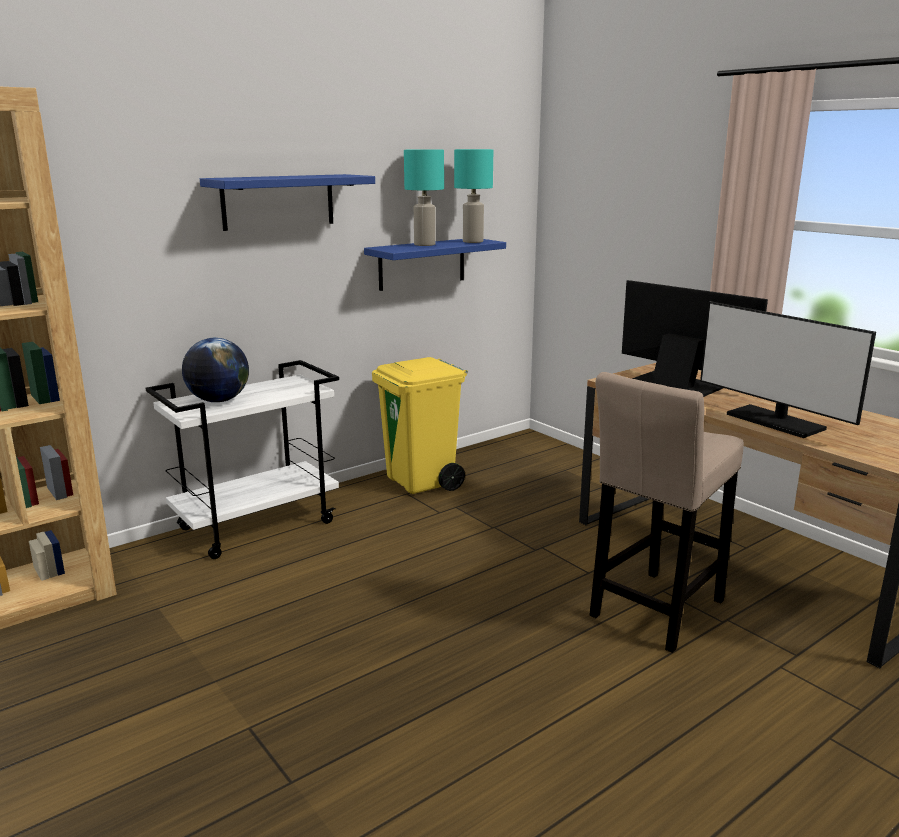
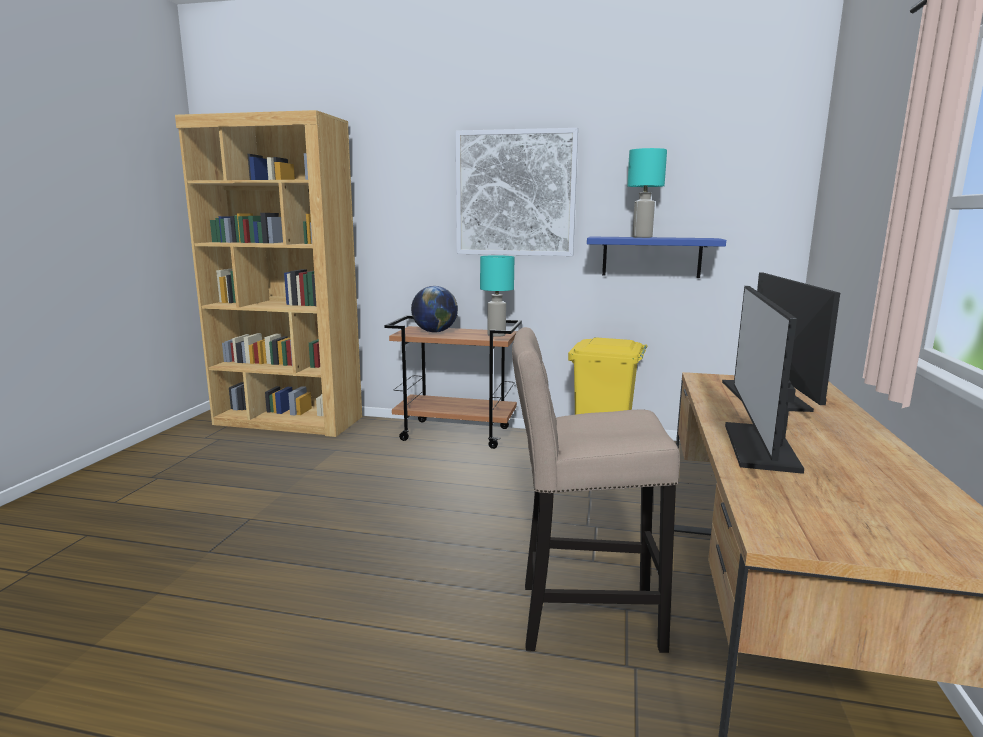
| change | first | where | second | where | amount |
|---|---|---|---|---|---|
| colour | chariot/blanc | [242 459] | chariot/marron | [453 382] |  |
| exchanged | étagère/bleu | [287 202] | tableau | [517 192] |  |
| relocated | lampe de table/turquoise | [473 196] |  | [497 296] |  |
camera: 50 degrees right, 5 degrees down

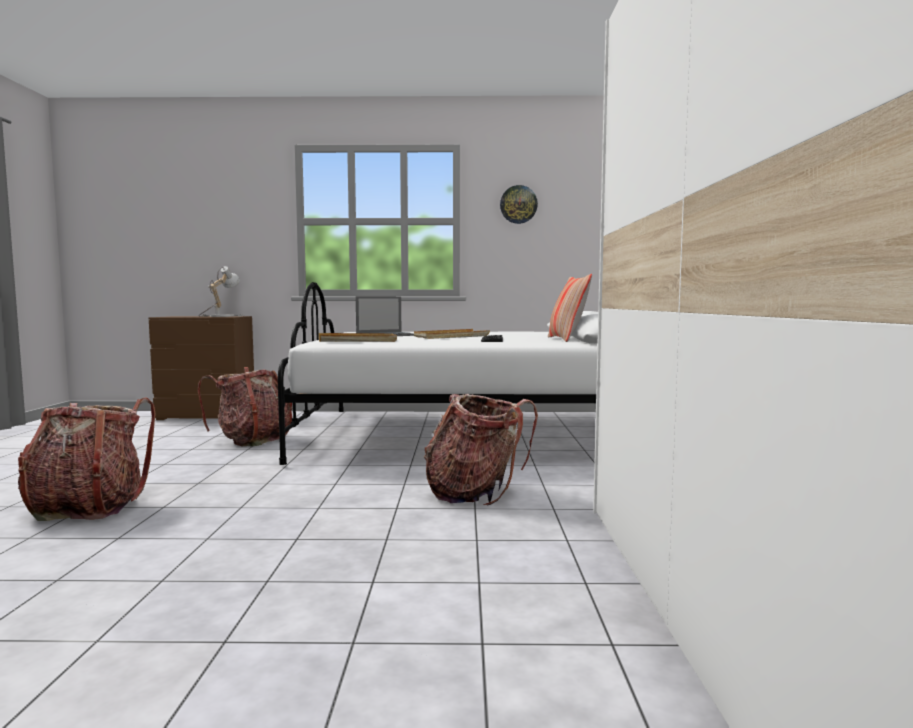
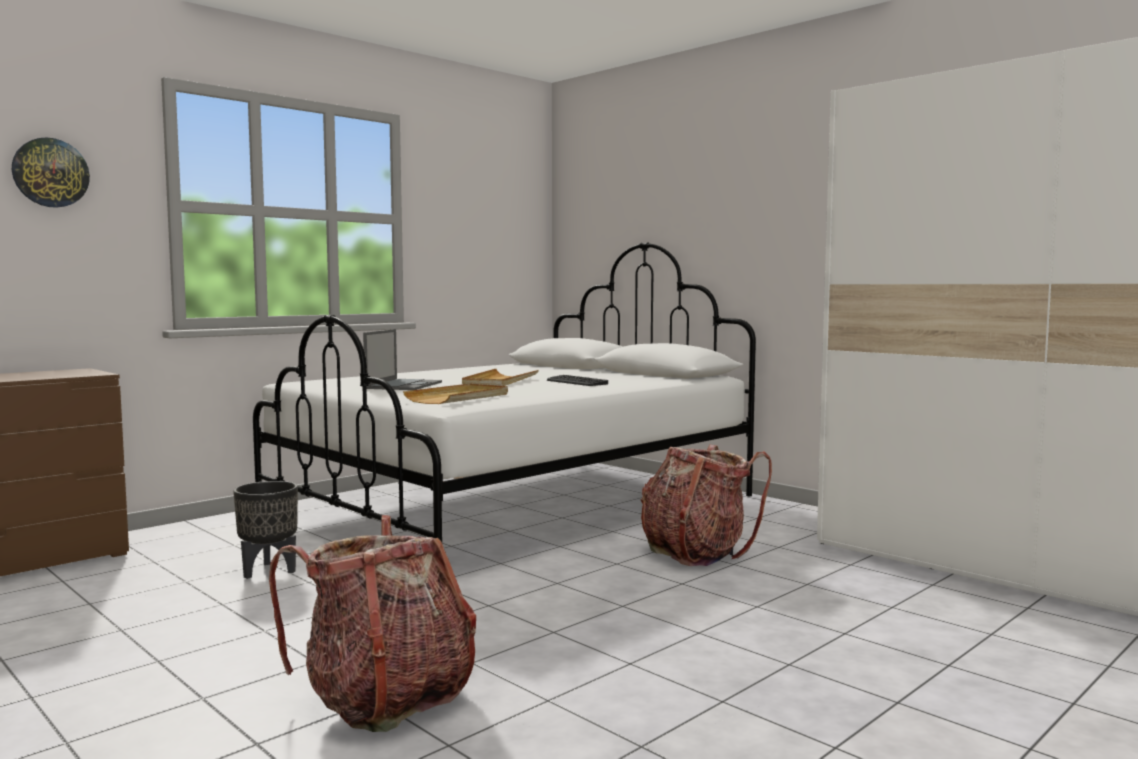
| change | first | where | second | where | amount |
|---|---|---|---|---|---|
| exchanged | sac à dos | [245 406] | cache-pot/noir | [265 530] |  |
| missing | lampe de table | [222 291] |  |  |  |
| relocated | horloge murale | [519 204] |  | [51 172] |  |
| missing | coussin | [570 308] |  |  |  |
camera: 45 degrees left, 0 degrees up

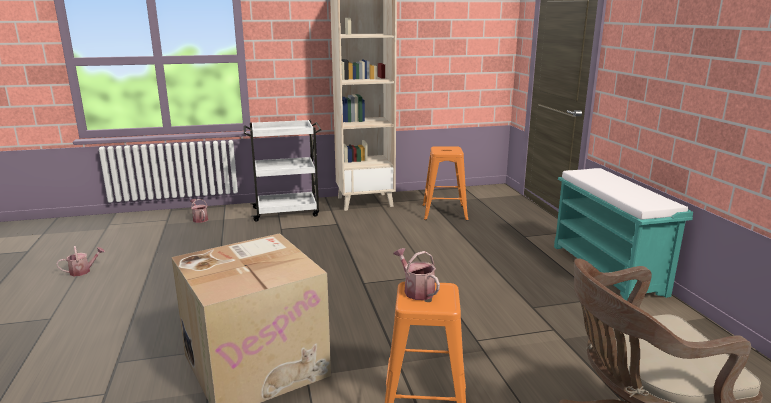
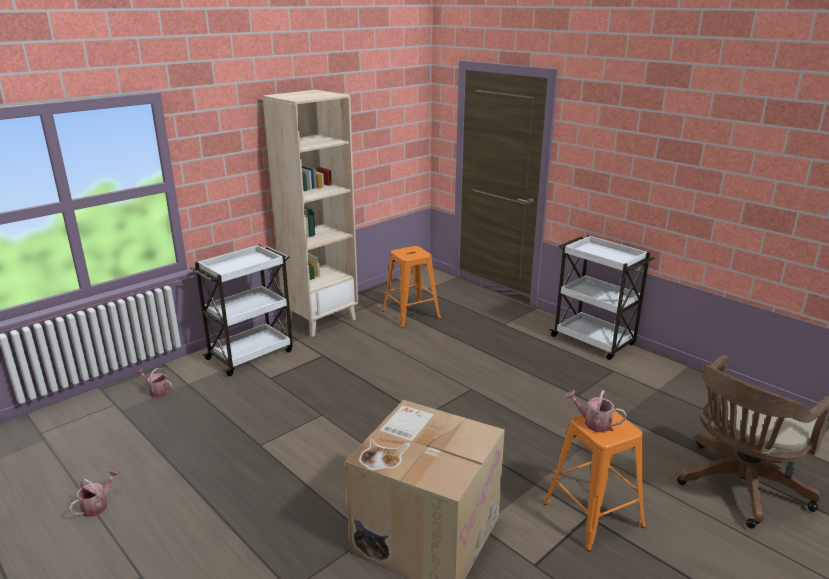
| change | first | where | second | where | amount |
|---|---|---|---|---|---|
| exchanged | banc/turquoise | [623 234] | chariot/blanc | [602 297] |  |
camera: 30 degrees left, 5 degrees up

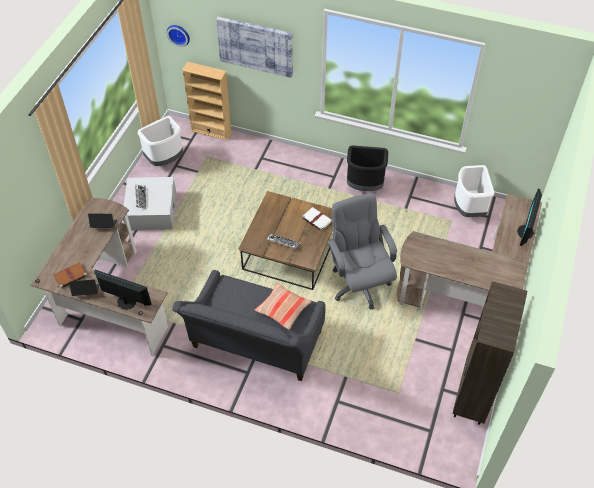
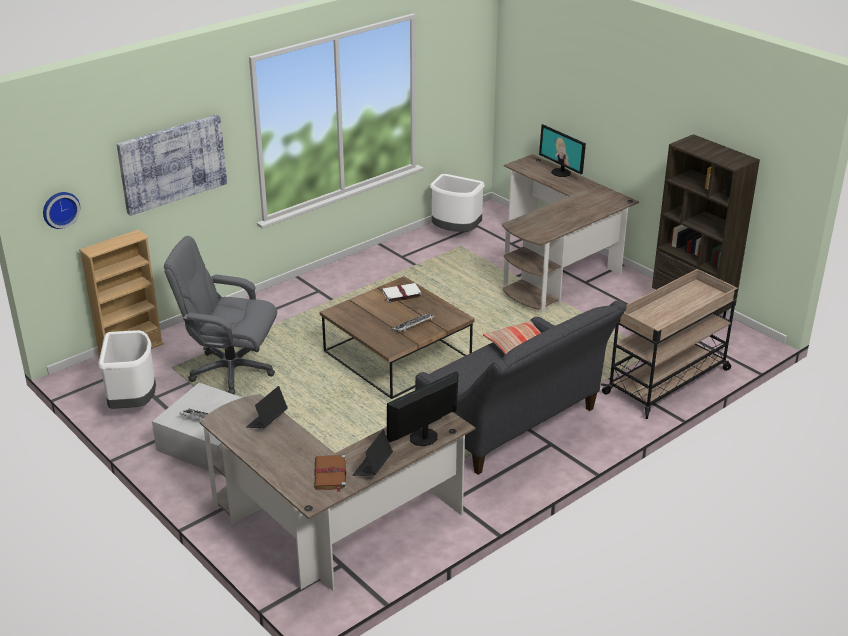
| change | first | where | second | where | amount |
|---|---|---|---|---|---|
| relocated | chaise de bureau/gris | [362 251] |  | [220 315] |  |
| missing | poubelle/noir | [367 168] |  |  |  |
| appeared |  |  | chariot/beige | [669 344] |  |
camera: 60 degrees left, 20 degrees down

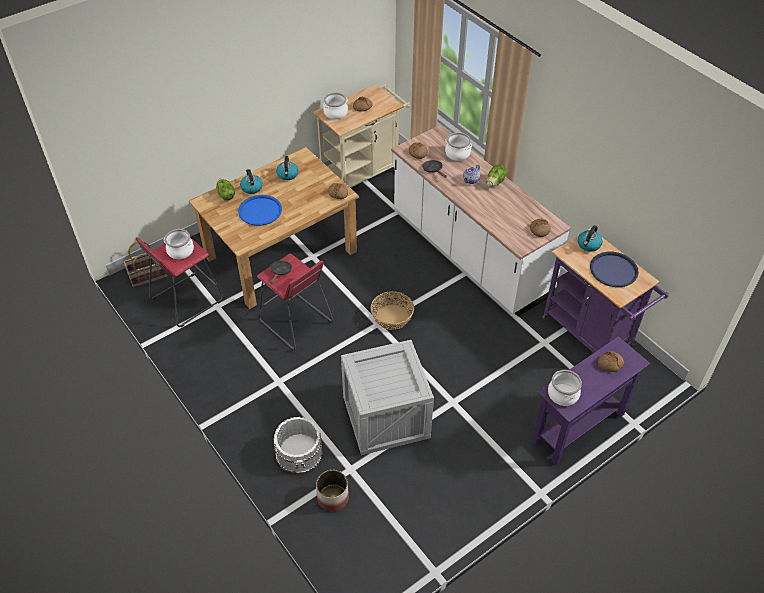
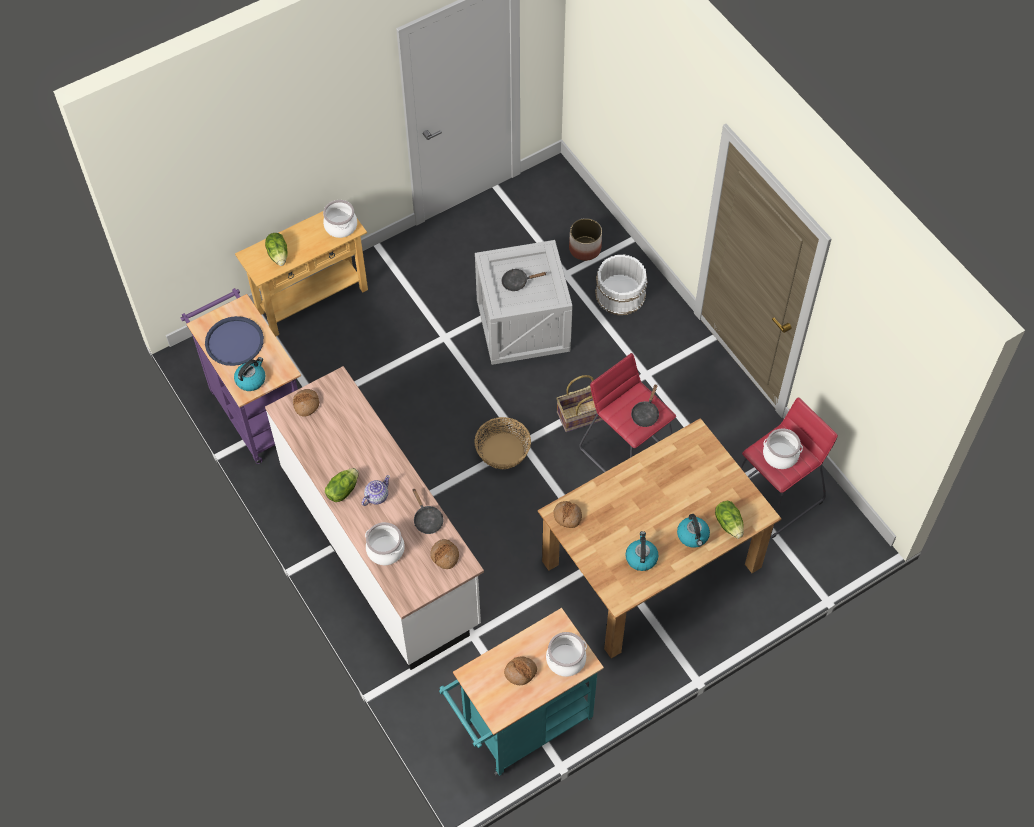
| change | first | where | second | where | amount |
|---|---|---|---|---|---|
| relocated | panier | [146 264] |  | [579 403] |  |
| missing | plateau/bleu | [260 210] |  |  |  |
| colour | chariot/beige | [362 136] | chariot/turquoise | [521 691] |  |
| colour | table console/violet | [591 400] | table console/beige | [301 273] |  |
| exchanged | pain | [611 361] | laitue | [276 249] |  |
| appeared |  |  | poêle/noir | [523 280] |  |
camera: 175 degrees left, 10 degrees up

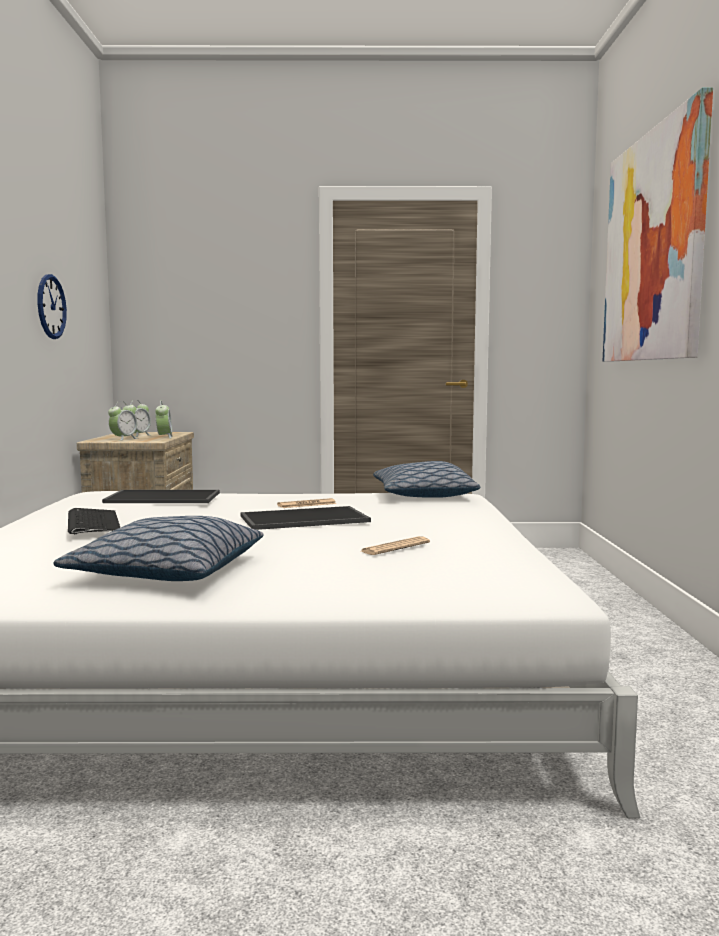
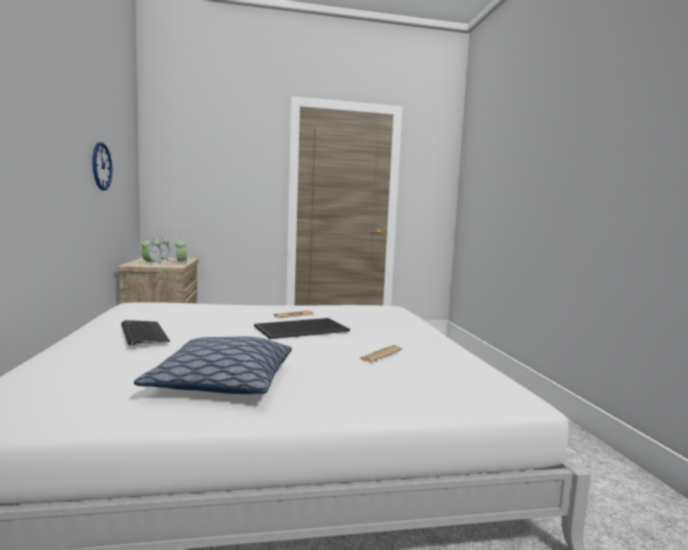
| change | first | where | second | where | amount |
|---|---|---|---|---|---|
| missing | plateau | [161 496] |  |  |  |
| missing | coussin | [426 479] |  |  |  |
| missing | tableau | [658 224] |  |  |  |
camera: 10 degrees left, 0 degrees up

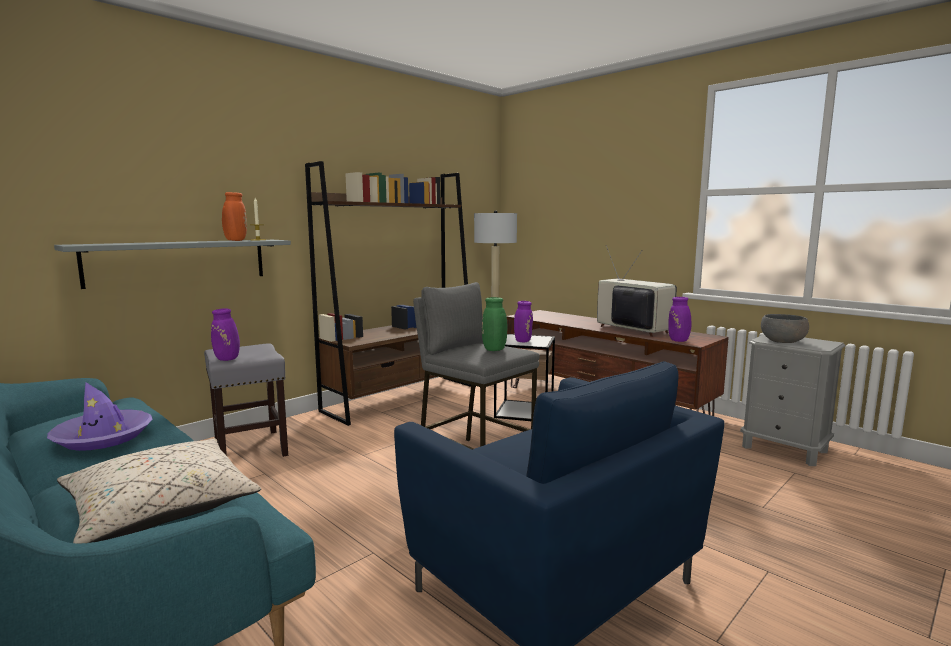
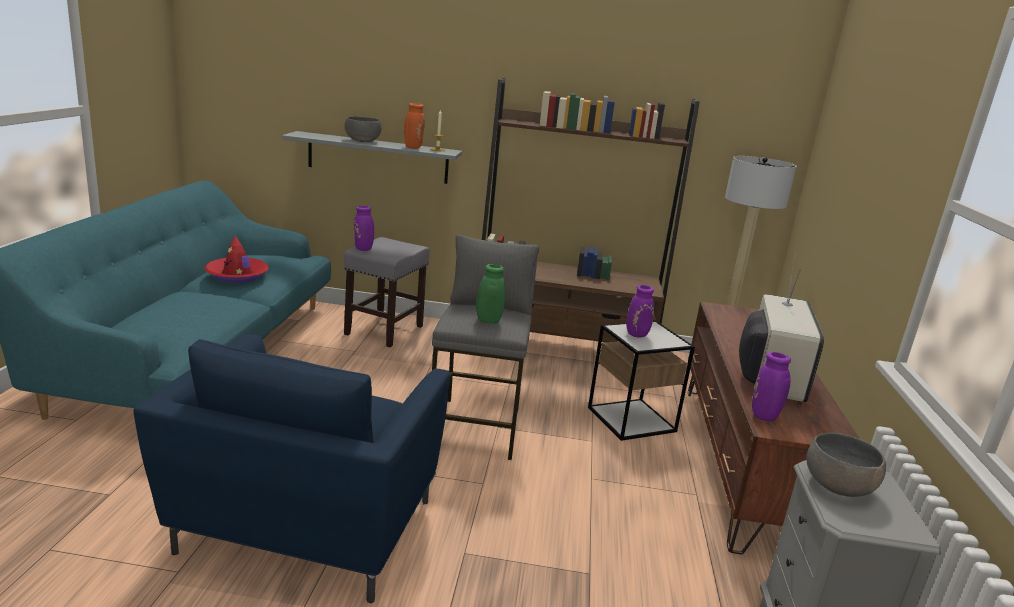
| change | first | where | second | where | amount |
|---|---|---|---|---|---|
| colour | chapeau/violet | [99 416] | chapeau/rouge | [237 259] |  |
| missing | coussin/beige | [159 491] |  |  |  |
| appeared |  |  | bol/gris | [363 129] |  |
camera: 50 degrees right, 10 degrees up

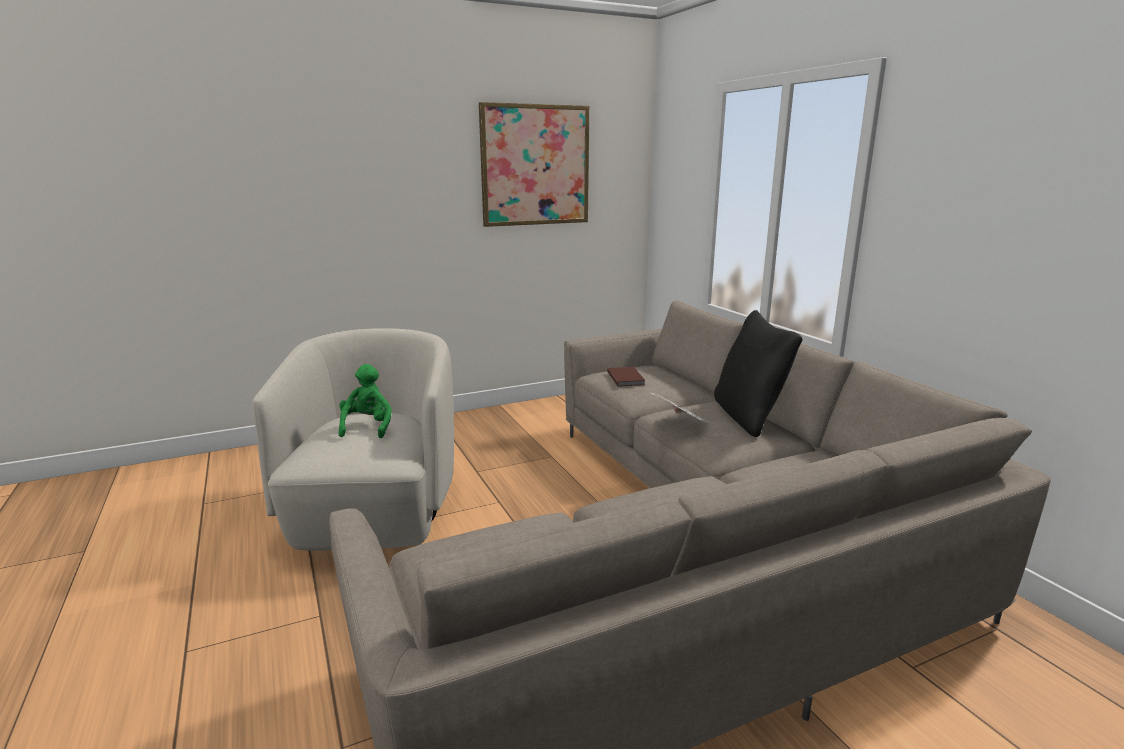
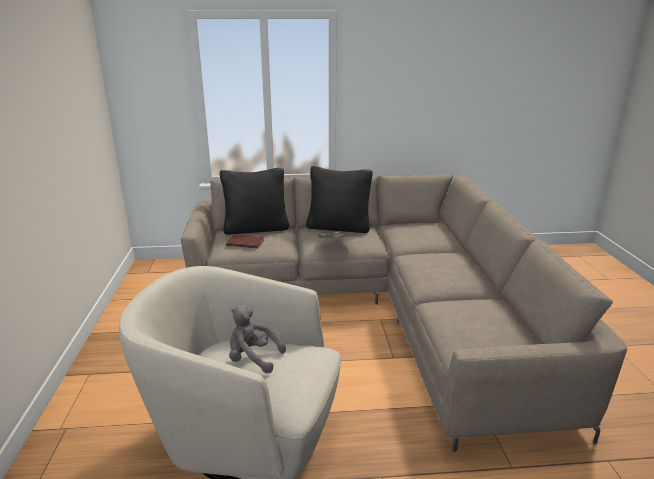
| change | first | where | second | where | amount |
|---|---|---|---|---|---|
| colour | peluche/vert | [365 401] | peluche/gris | [257 339] |  |
| missing | tableau | [534 164] |  |  |  |
| appeared |  |  | coussin/noir | [254 201] |  |
camera: 70 degrees left, 5 degrees up

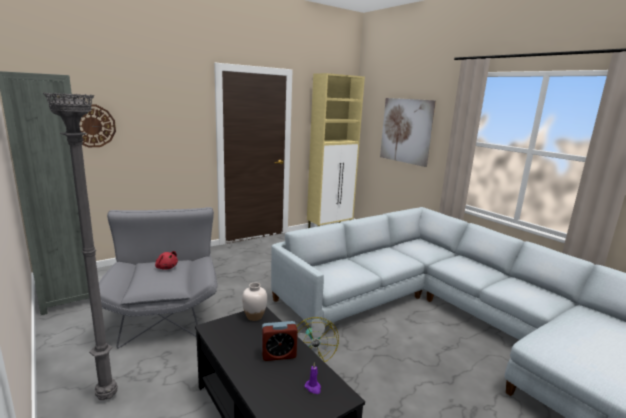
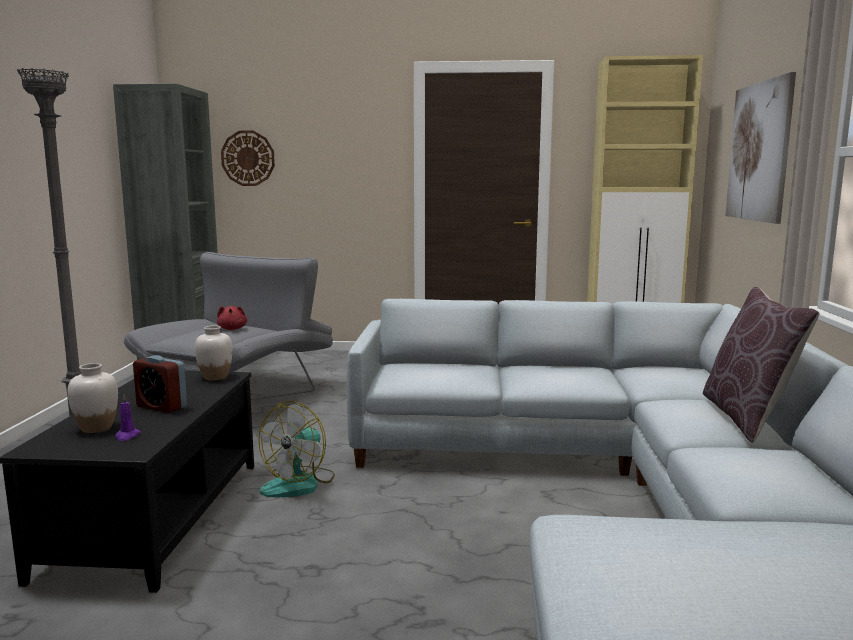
| change | first | where | second | where | amount |
|---|---|---|---|---|---|
| appeared |  |  | vase/blanc | [92 398] |  |
| appeared |  |  | coussin/marron | [761 365] |  |
camera: 40 degrees right, 5 degrees down

